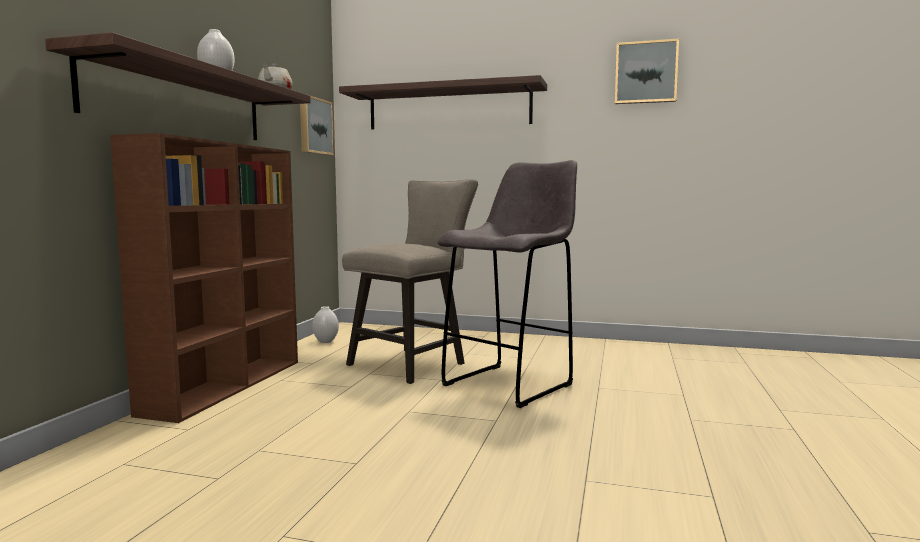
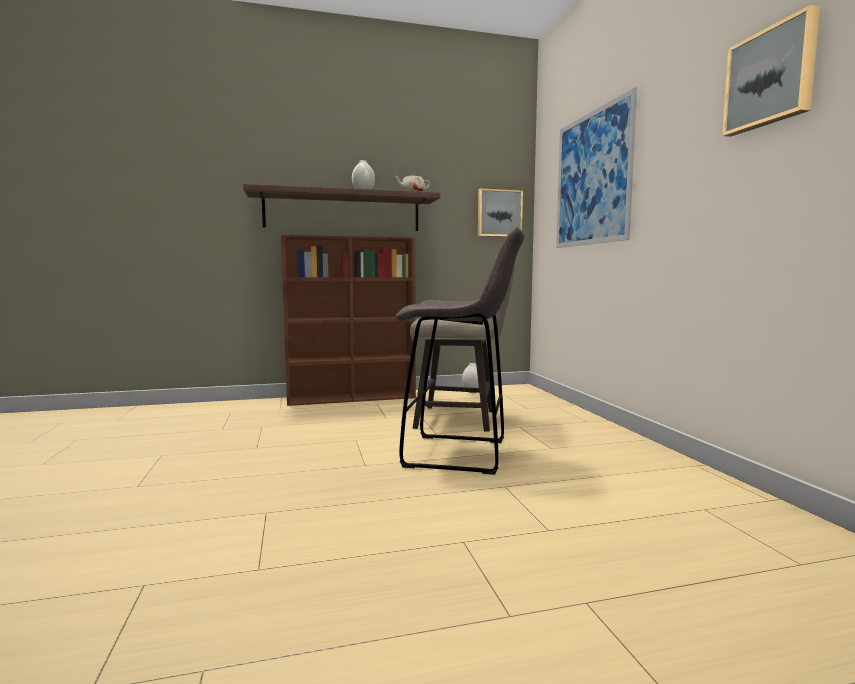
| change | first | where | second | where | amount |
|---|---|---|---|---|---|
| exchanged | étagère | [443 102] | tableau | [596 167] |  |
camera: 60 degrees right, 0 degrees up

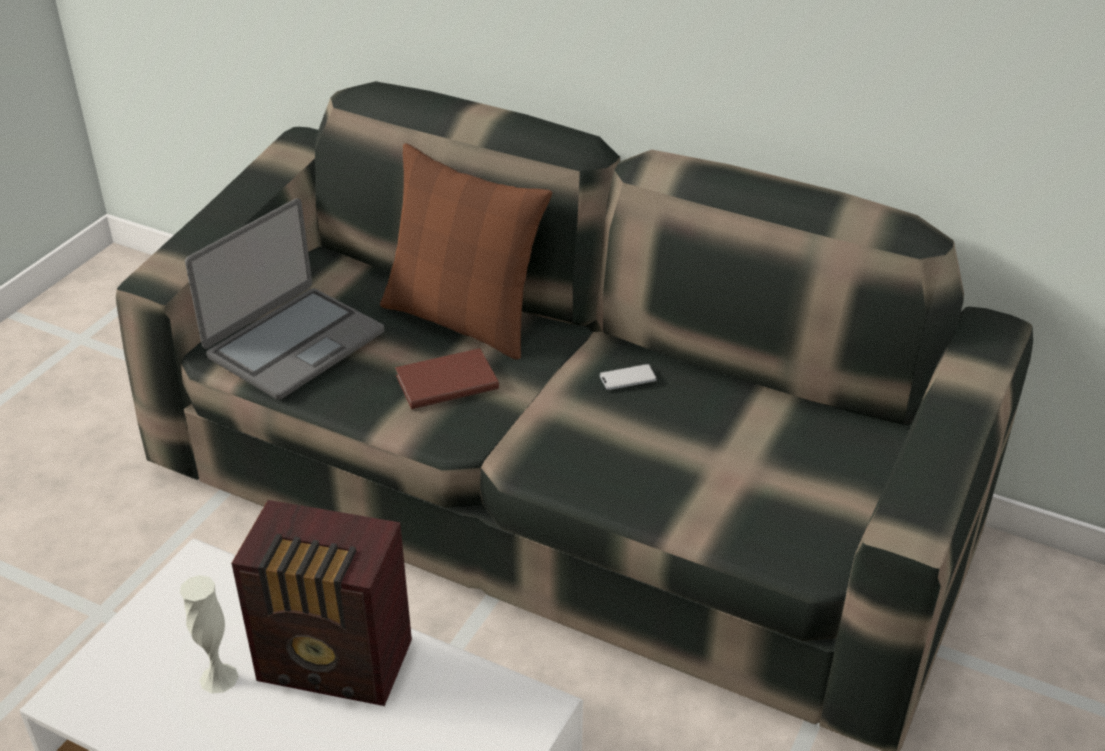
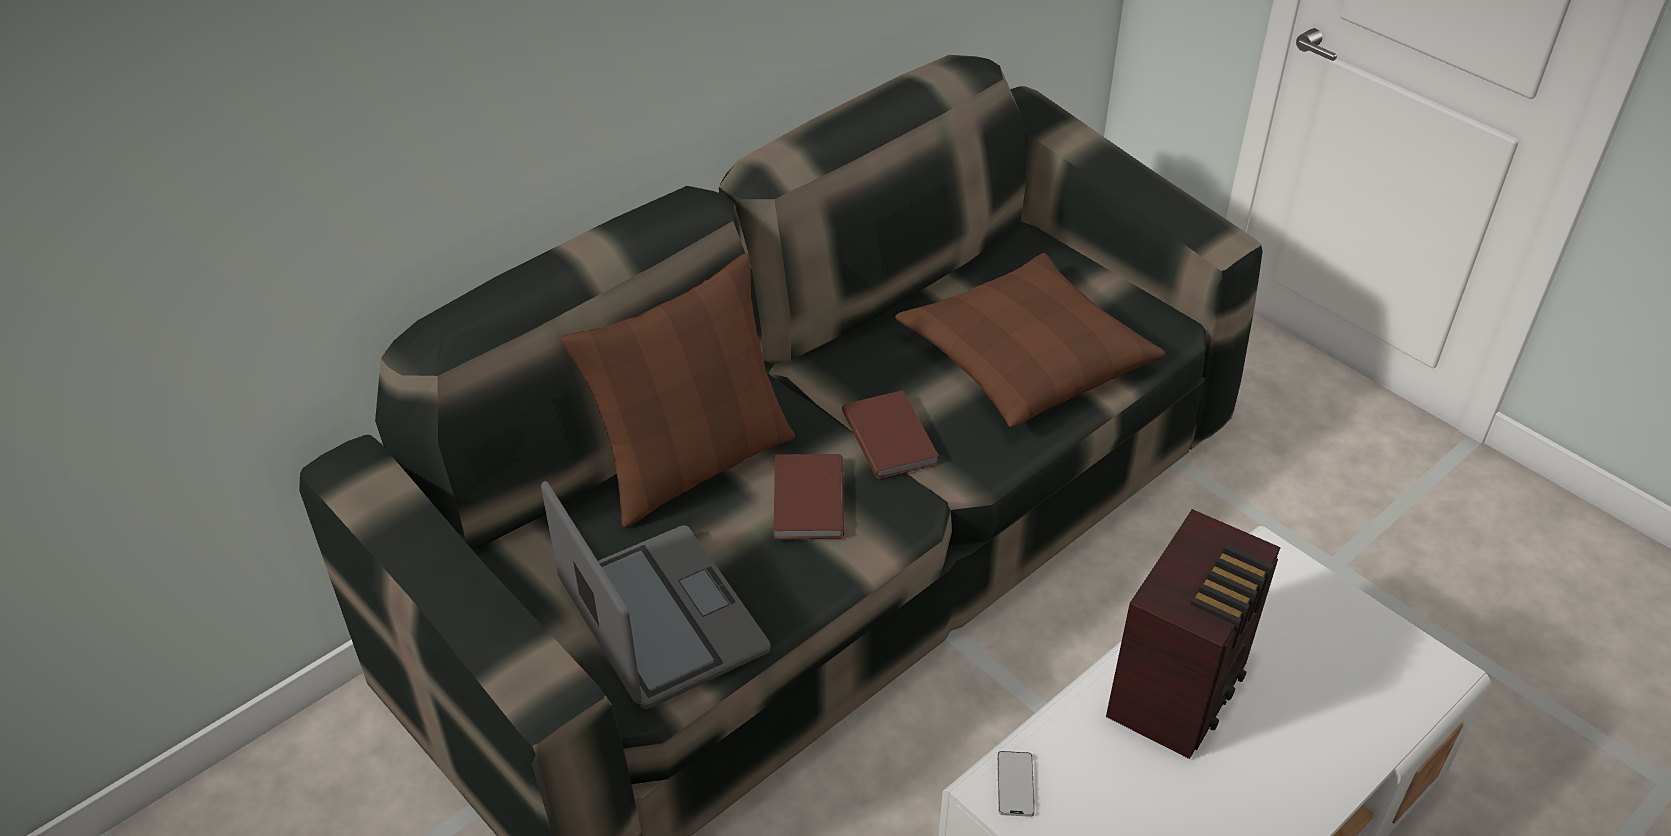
| change | first | where | second | where | amount |
|---|---|---|---|---|---|
| missing | vase/blanc | [209 634] |  |  |  |
| relocated | téléphone | [628 377] |  | [1016 784] |  |
| appeared |  |  | livre/marron | [890 434] |  |
| appeared |  |  | coussin/marron | [1030 340] |  |
camera: 70 degrees left, 5 degrees up

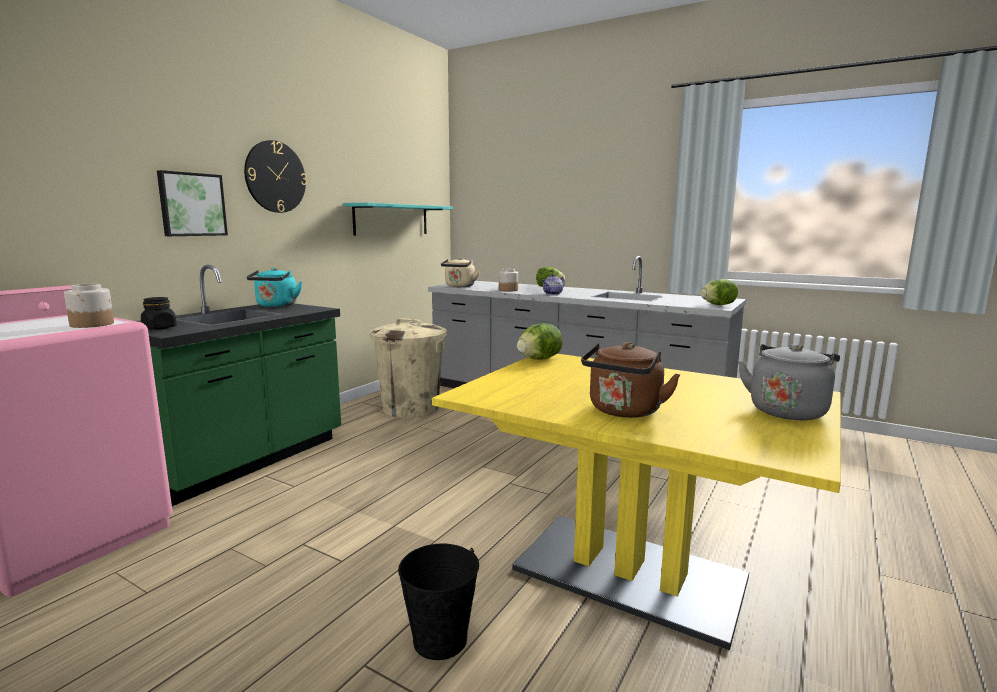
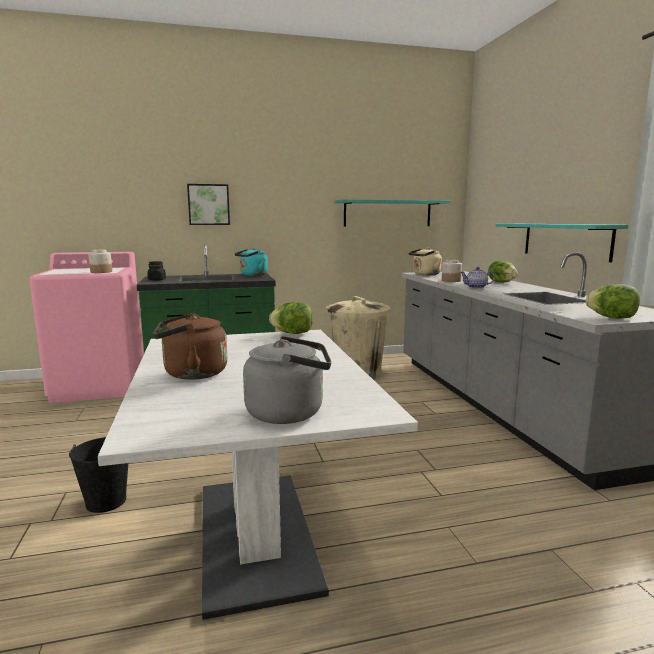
| change | first | where | second | where | amount |
|---|---|---|---|---|---|
| missing | horloge murale | [275 176] |  |  |  |
| colour | table à manger/jaune | [636 502] | table à manger/blanc | [258 475] |  |
| appeared |  |  | étagère/turquoise | [561 243] |  |
camera: 45 degrees right, 0 degrees up

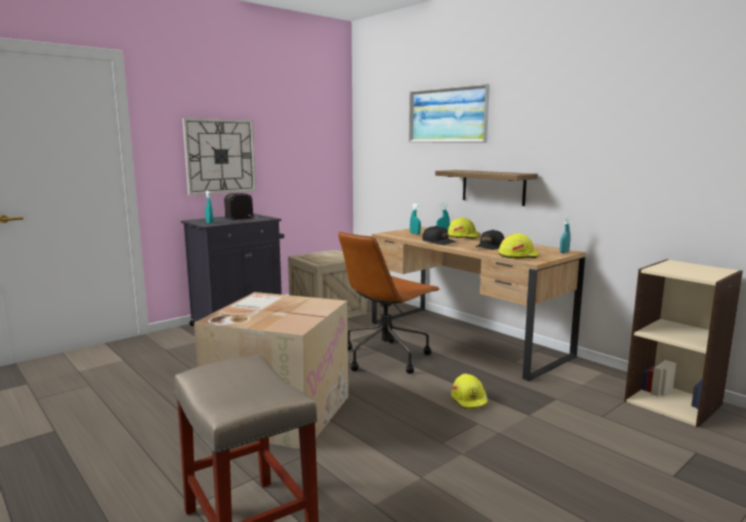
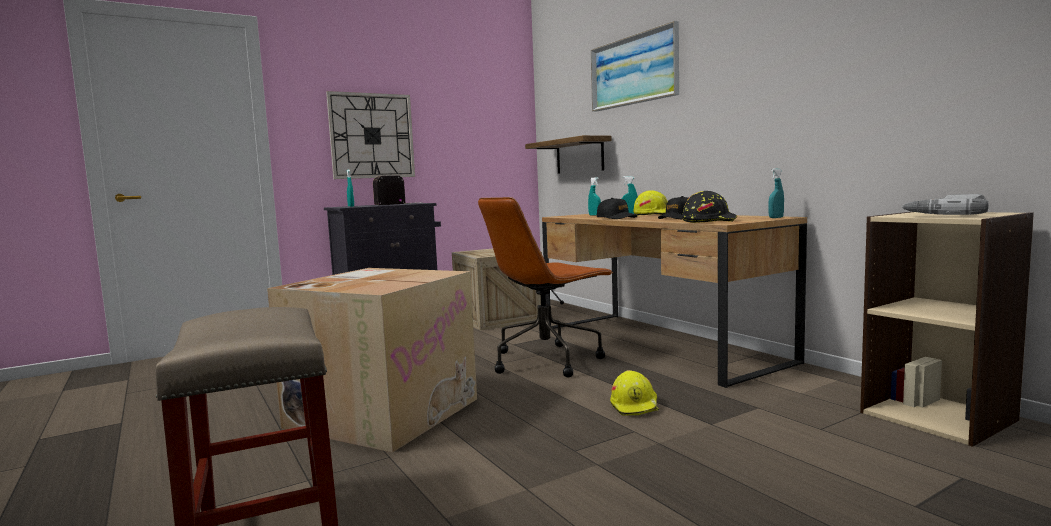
| change | first | where | second | where | amount |
|---|---|---|---|---|---|
| relocated | étagère | [486 188] |  | [568 154] |  |
| colour | casque de chantier/jaune | [518 245] | casque de chantier/noir | [710 207] |  |
| appeared |  |  | perceuse | [945 204] |  |
camera: 10 degrees right, 5 degrees down

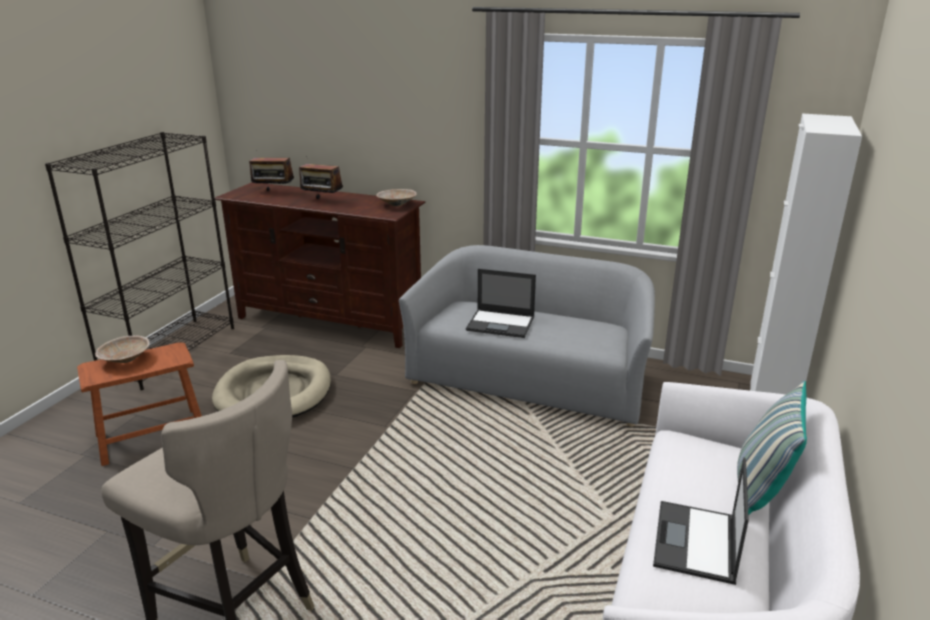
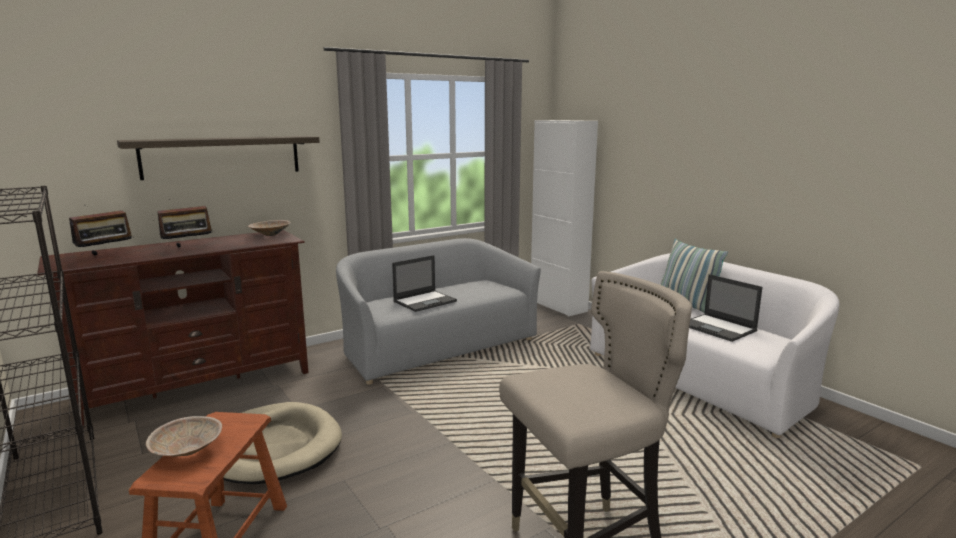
| change | first | where | second | where | amount |
|---|---|---|---|---|---|
| appeared |  |  | étagère | [218 158] |  |
camera: 55 degrees left, 10 degrees down

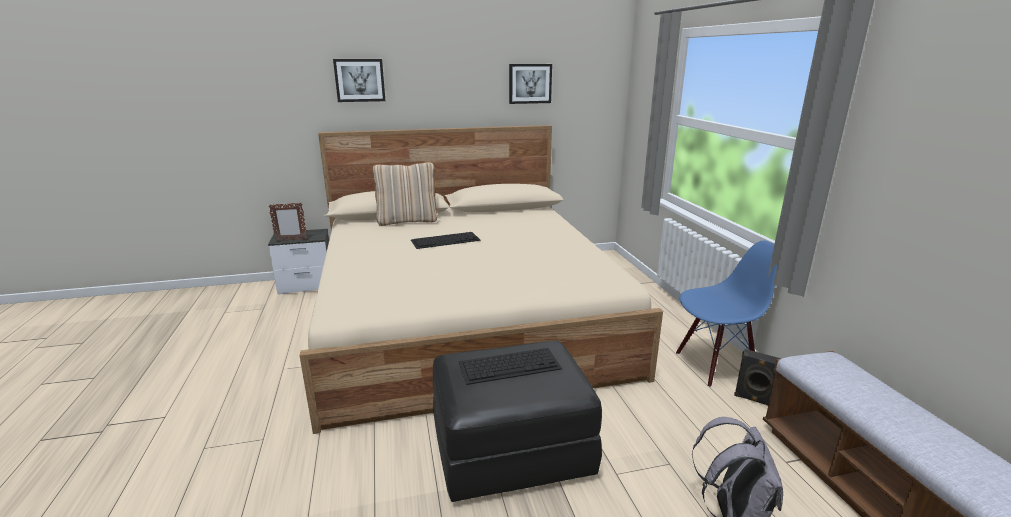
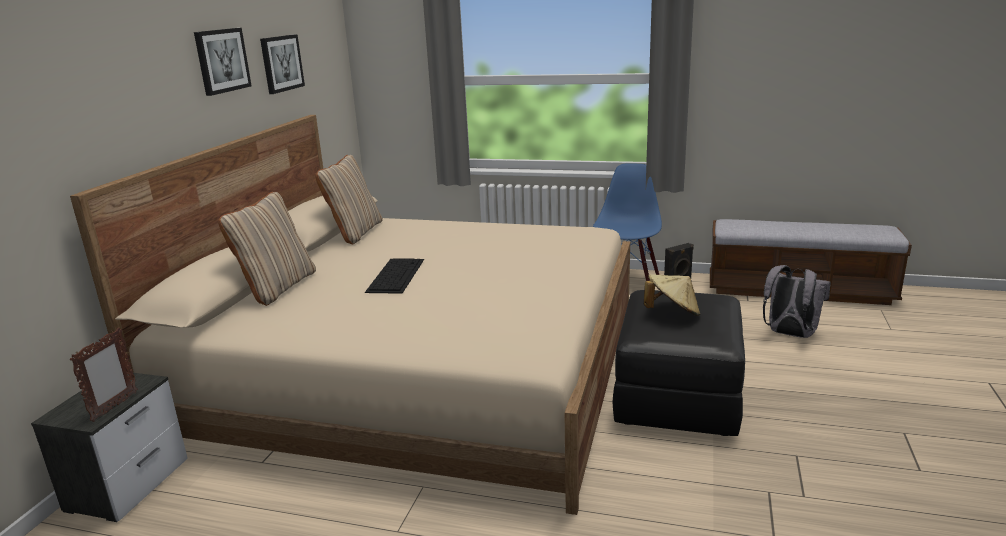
| change | first | where | second | where | amount |
|---|---|---|---|---|---|
| relocated | tableau | [359 80] |  | [223 62] |  |
| exchanged | clavier | [510 366] | chapeau/beige | [672 295] |  |
| appeared |  |  | coussin/beige | [349 199] |  |
camera: 60 degrees left, 0 degrees up

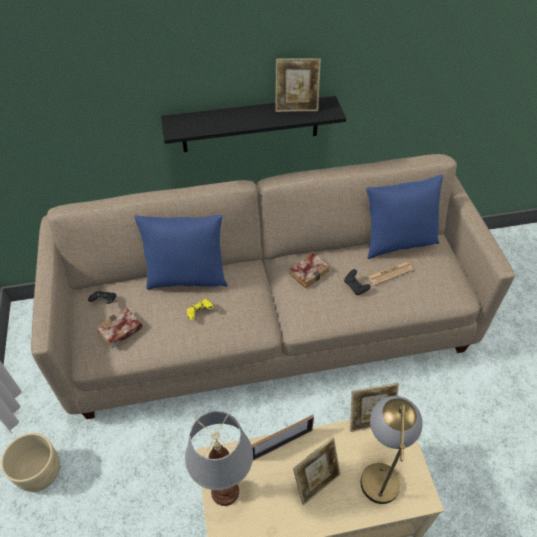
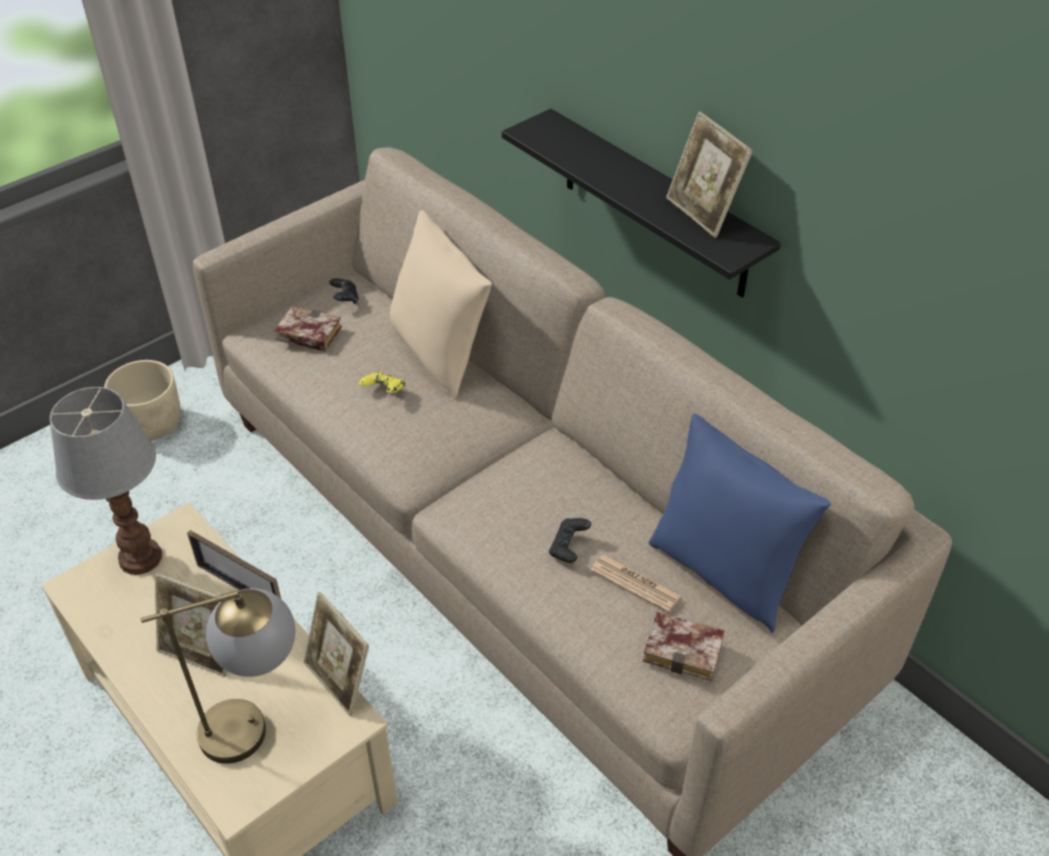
| change | first | where | second | where | amount |
|---|---|---|---|---|---|
| colour | coussin/bleu | [181 252] | coussin/beige | [441 304] |  |
| relocated | livre | [309 270] |  | [684 646] |  |
camera: 60 degrees right, 5 degrees down

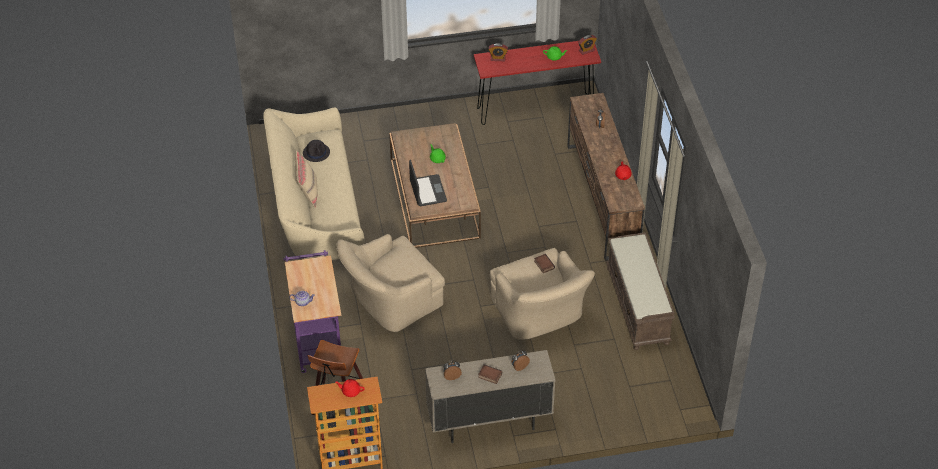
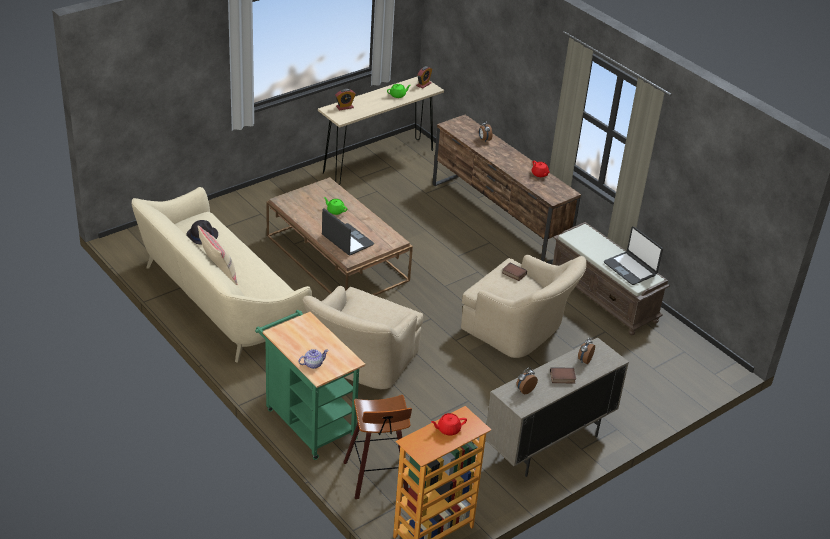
| change | first | where | second | where | amount |
|---|---|---|---|---|---|
| colour | chariot/violet | [312 311] | chariot/vert | [310 385] |  |
| colour | table console/rouge | [537 83] | table console/beige | [381 130] |  |
| appeared |  |  | ordinateur portable | [633 255] |  |
camera: 30 degrees left, 10 degrees down

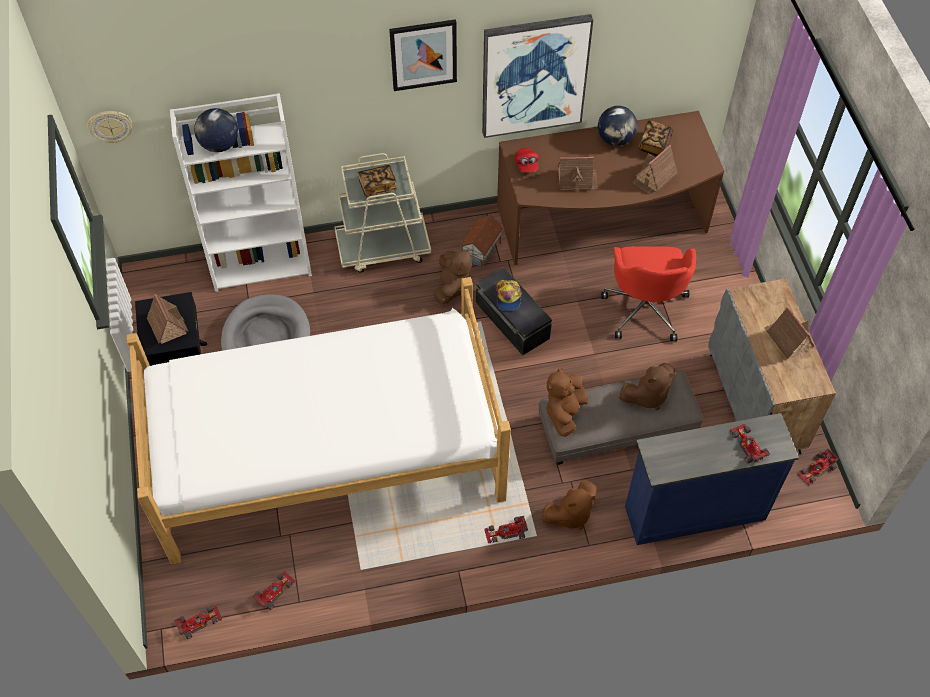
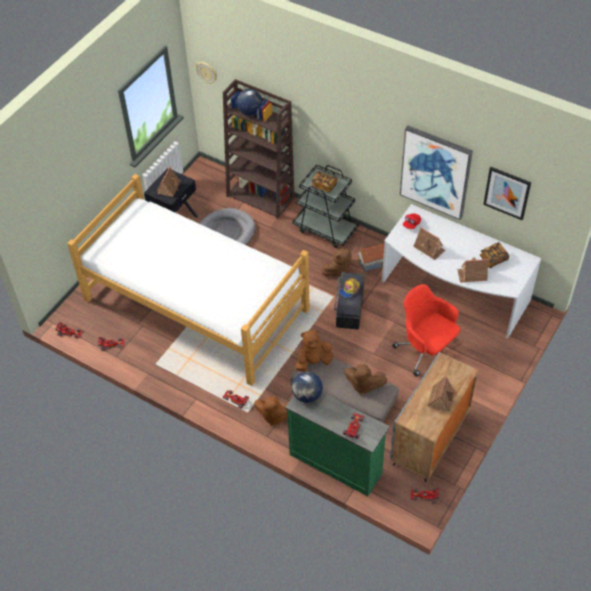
| change | first | where | second | where | amount |
|---|---|---|---|---|---|
| colour | bibliothèque/blanc | [241 192] | bibliothèque/marron | [259 149] |  |
| colour | chariot/beige | [382 213] | chariot/noir | [325 206] |  |
| relocated | tableau | [423 55] |  | [507 193] |  |
| colour | bureau/marron | [610 188] | bureau/blanc | [461 271] |  |
| relocated | globe | [617 126] |  | [307 387] |  |
| spun | chaise de bureau/rouge | [648 293] |  | [426 330] | 90 degrees clockwise |
| colour | commode/bleu | [712 479] | commode/vert | [337 444] |  |
camera: 45 degrees right, 5 degrees down

